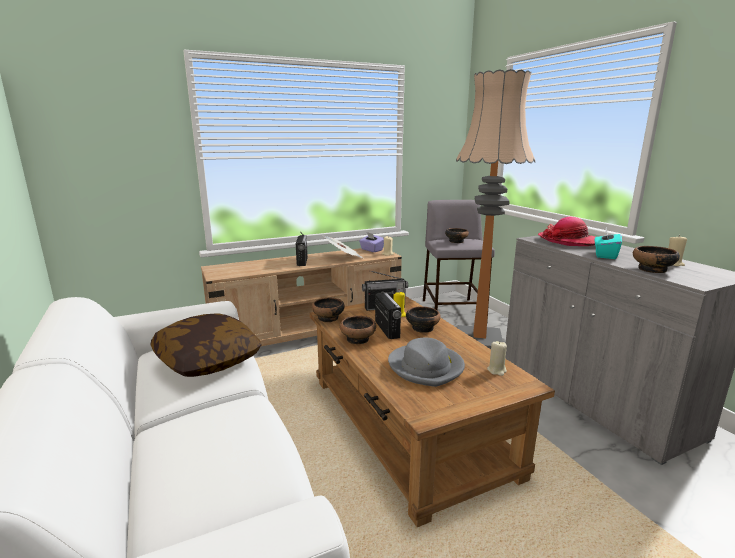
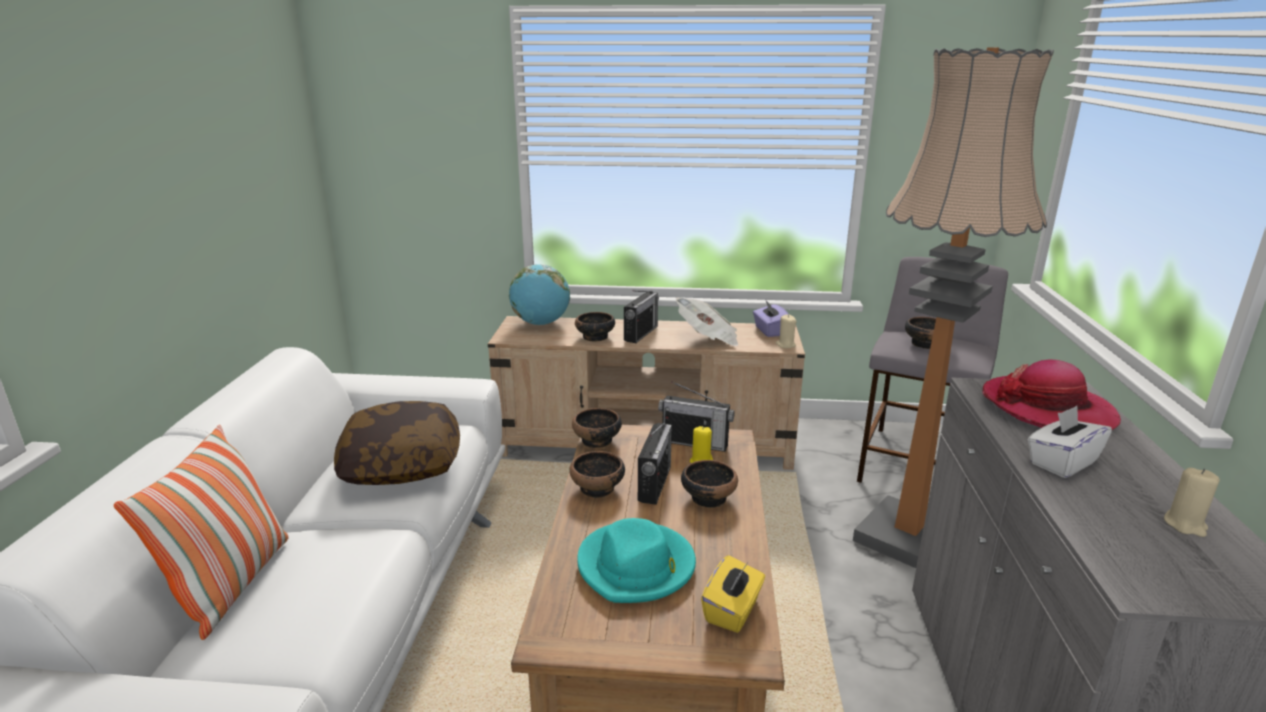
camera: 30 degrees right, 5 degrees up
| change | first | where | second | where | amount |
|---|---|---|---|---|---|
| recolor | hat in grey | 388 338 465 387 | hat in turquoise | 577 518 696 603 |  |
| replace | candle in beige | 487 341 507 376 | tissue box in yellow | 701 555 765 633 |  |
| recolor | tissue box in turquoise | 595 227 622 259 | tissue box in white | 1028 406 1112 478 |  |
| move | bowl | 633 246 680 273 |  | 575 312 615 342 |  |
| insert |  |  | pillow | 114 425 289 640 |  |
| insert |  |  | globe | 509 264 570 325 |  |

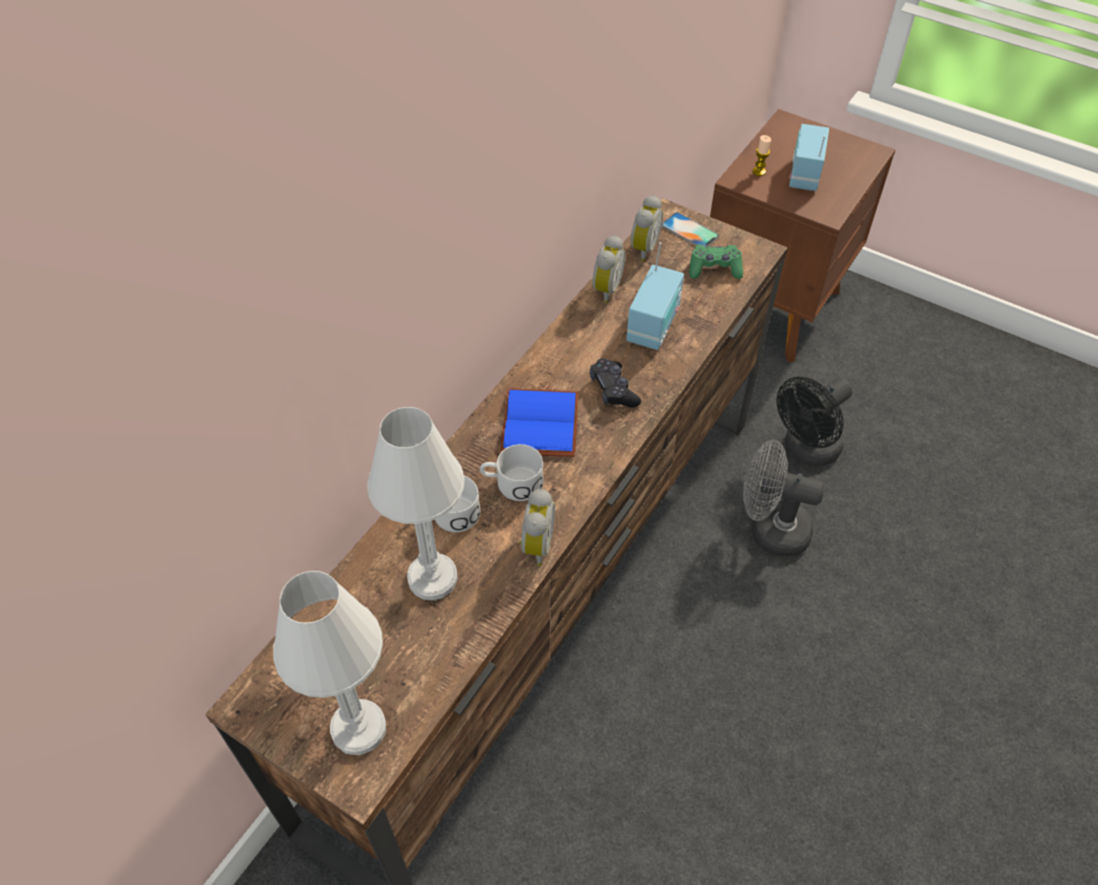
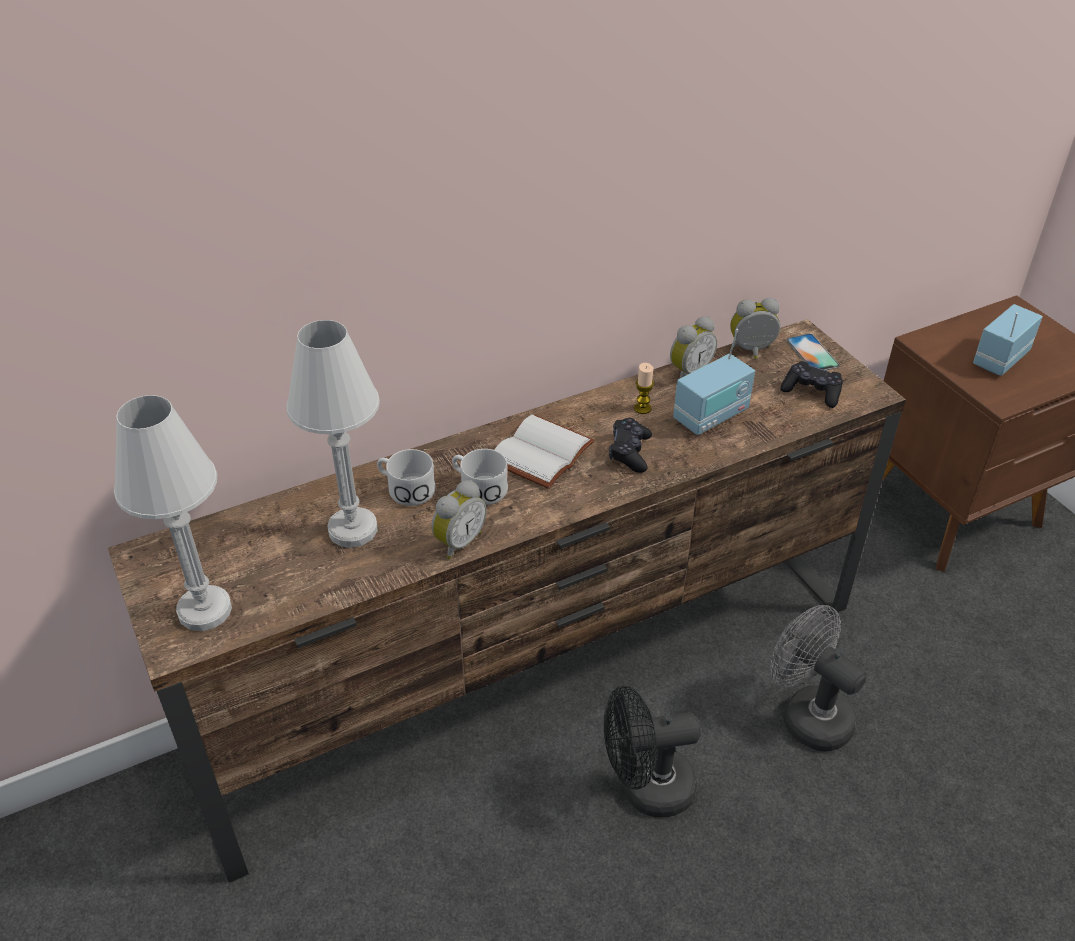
camera: 30 degrees right, 10 degrees down
| change | first | where | second | where | amount |
|---|---|---|---|---|---|
| recolor | book in blue | 501 388 579 457 | book in white | 494 415 595 489 |  |
| rotate | alarm clock | 630 195 663 262 |  | 730 298 780 359 | 150 degrees counterclockwise |
| recolor | game controller in green | 689 245 743 279 | game controller in black | 780 361 843 408 |  |
| move | candle | 753 135 771 176 |  | 634 363 654 414 |  |
| move | fan in black | 776 377 852 467 |  | 604 686 701 817 |  |

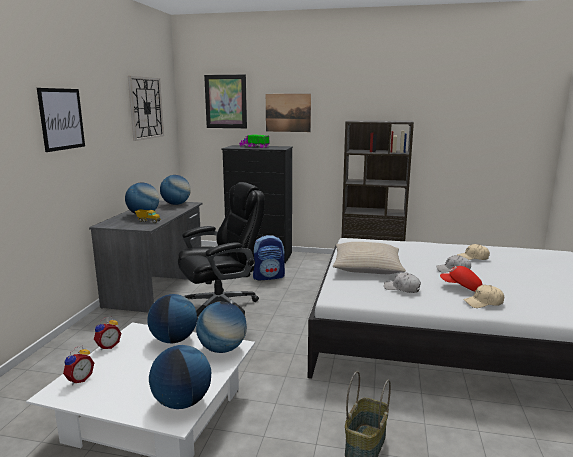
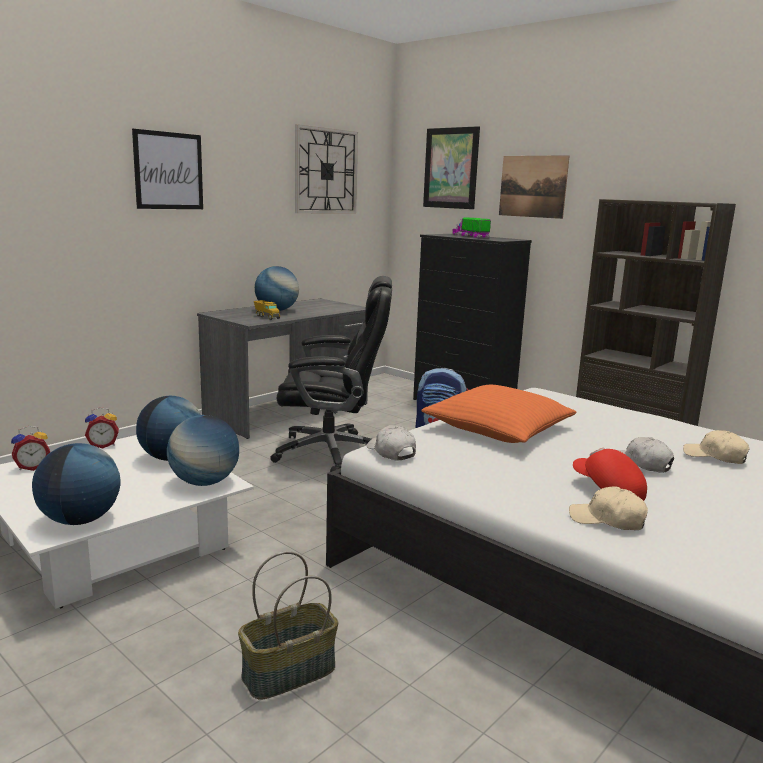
camera: 30 degrees right, 0 degrees up
| change | first | where | second | where | amount |
|---|---|---|---|---|---|
| delete | globe | 160 175 191 205 |  |  |  |
| recolor | pillow in beige | 333 242 406 274 | pillow in orange | 422 385 577 443 |  |
| move | cap in white | 384 273 421 293 |  | 367 425 416 461 |  |

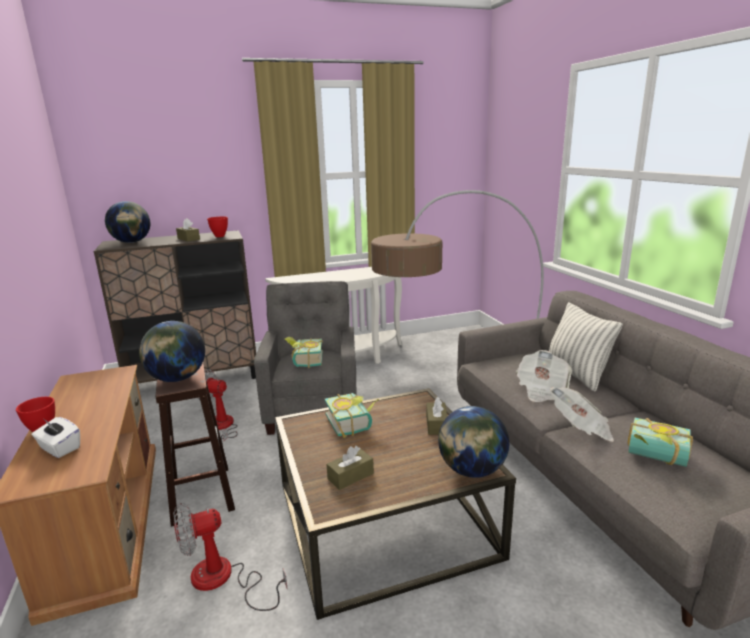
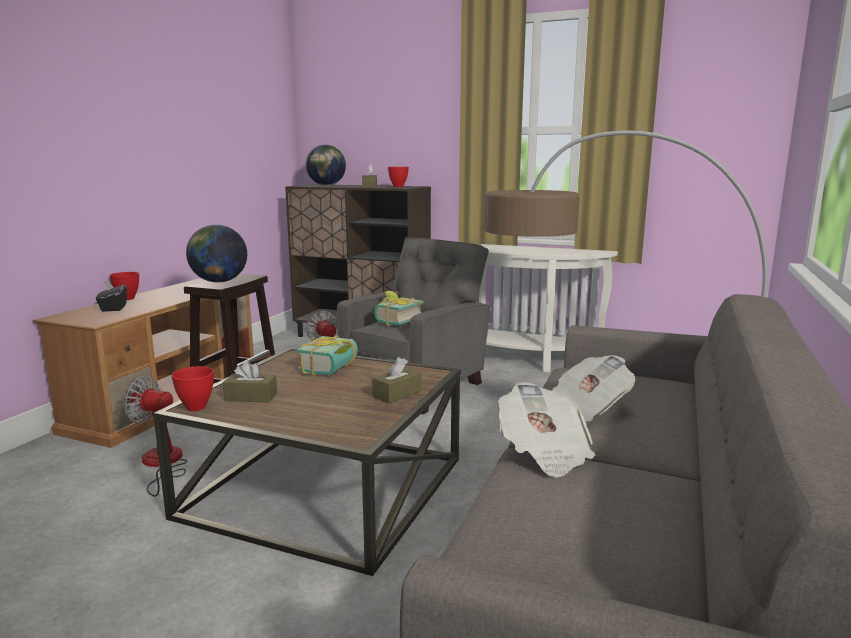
camera: 40 degrees right, 5 degrees down
| change | first | where | second | where | amount |
|---|---|---|---|---|---|
| recolor | tissue box in white | 32 417 80 458 | tissue box in black | 96 280 127 312 |  |
| delete | globe | 438 406 509 478 |  |  |  |
| delete | pillow | 549 302 623 392 |  |  |  |
| delete | book | 627 418 693 467 |  |  |  |
| insert |  |  | bowl in red | 172 366 214 411 |  |

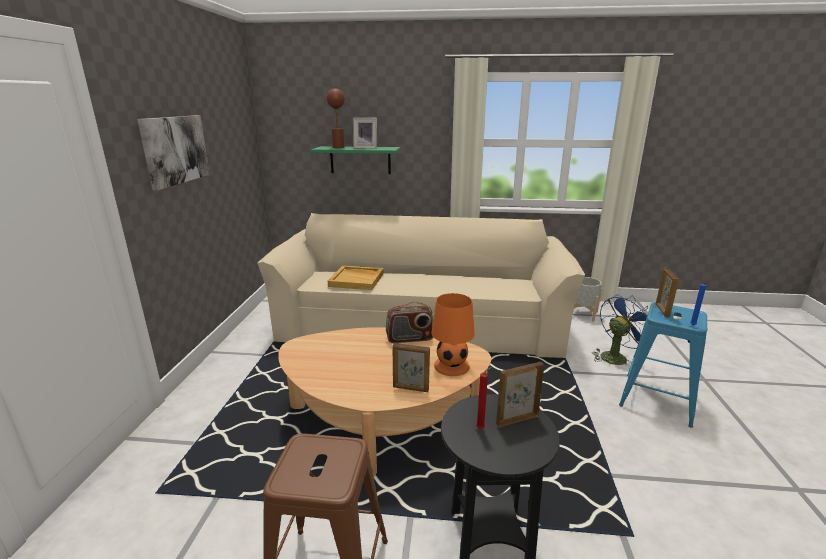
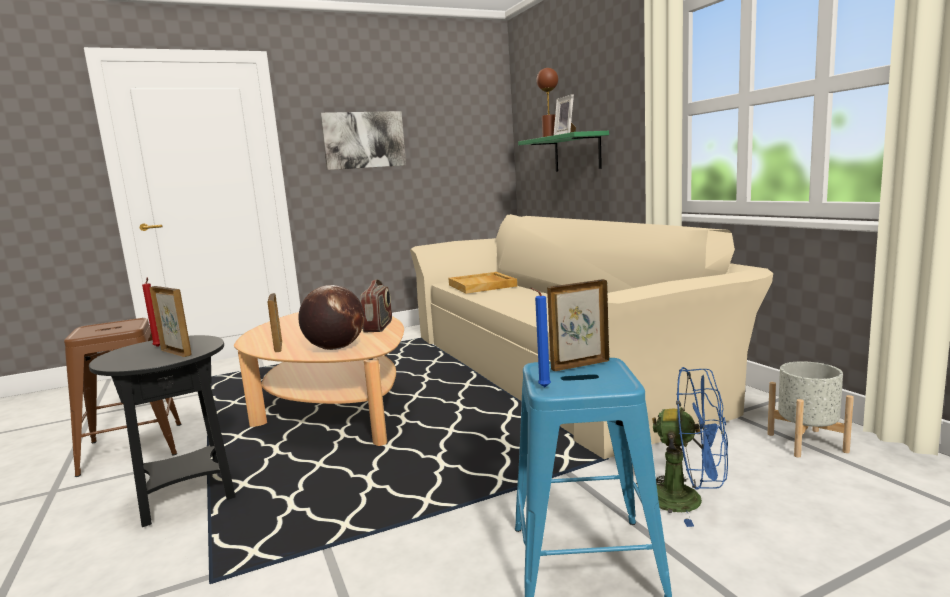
camera: 60 degrees right, 10 degrees down
| change | first | where | second | where | amount |
|---|---|---|---|---|---|
| rotate | radio | 386 302 433 343 |  | 360 279 392 333 | 135 degrees counterclockwise |
| replace | table lamp in orange | 431 293 475 376 | globe | 299 285 364 350 |  |

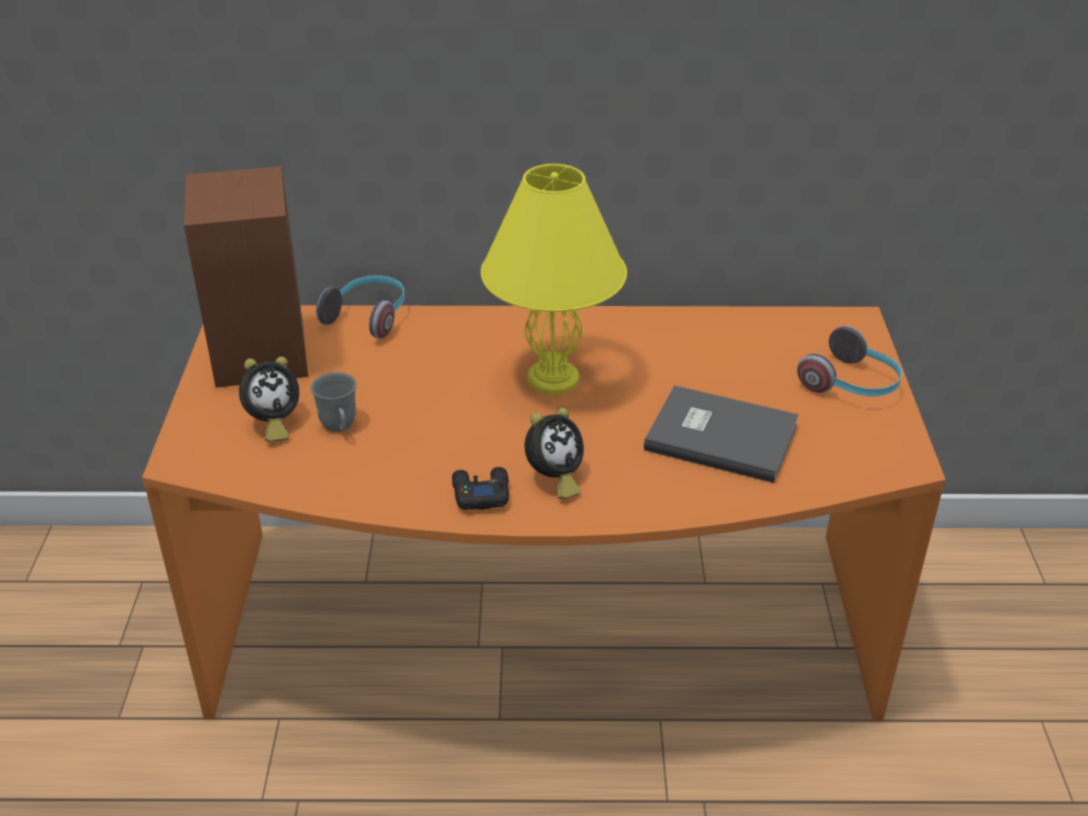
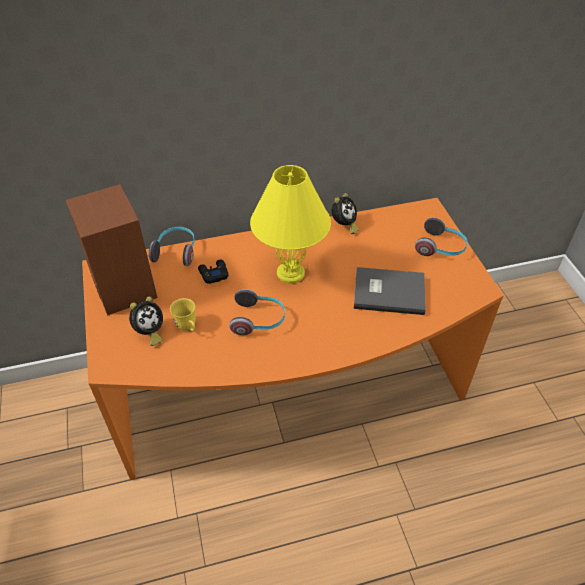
camera: 15 degrees left, 10 degrees up
| change | first | where | second | where | amount |
|---|---|---|---|---|---|
| recolor | mug in grey | 310 372 357 432 | mug in yellow | 170 298 196 332 |  |
| move | game controller in black | 452 467 509 510 |  | 198 260 228 284 |  |
| move | alarm clock | 525 408 584 499 |  | 332 193 359 234 |  |
| insert |  |  | headphones | 229 289 285 335 |  |

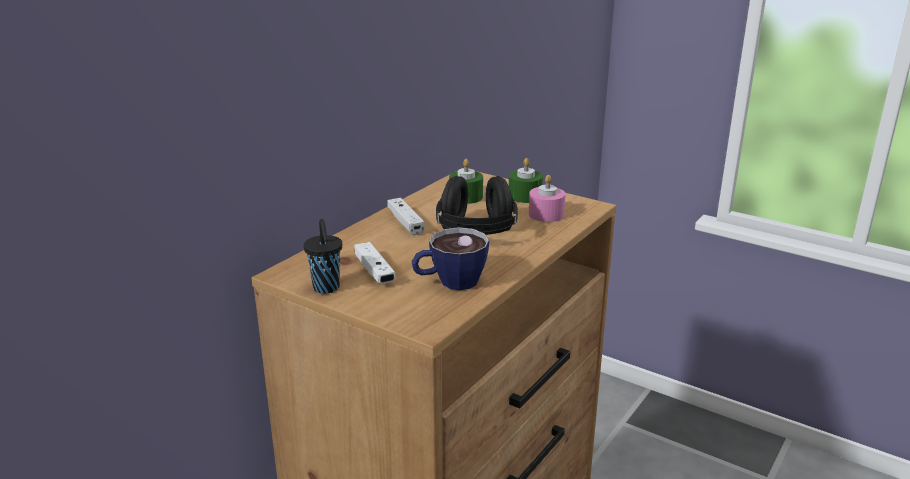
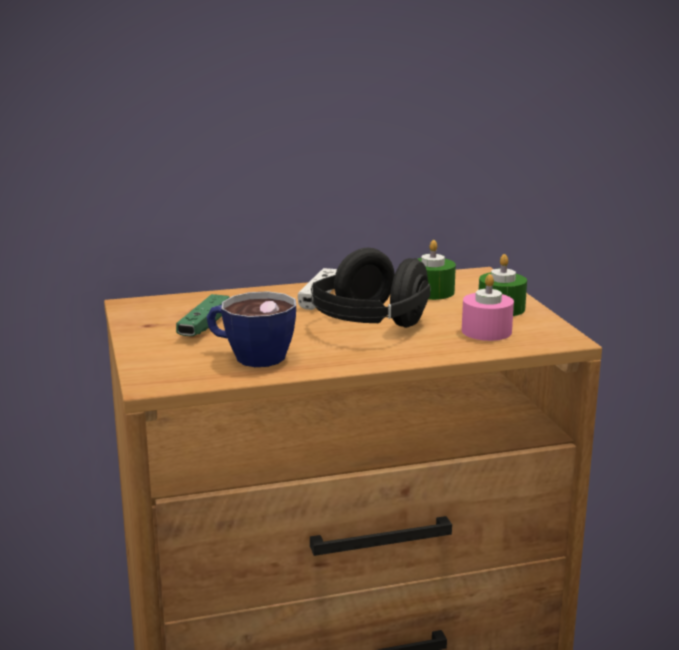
camera: 40 degrees right, 5 degrees down
| change | first | where | second | where | amount |
|---|---|---|---|---|---|
| delete | cup in black | 304 219 342 294 |  |  |  |
| recolor | game controller in white | 354 242 396 284 | game controller in green | 176 294 230 336 |  |

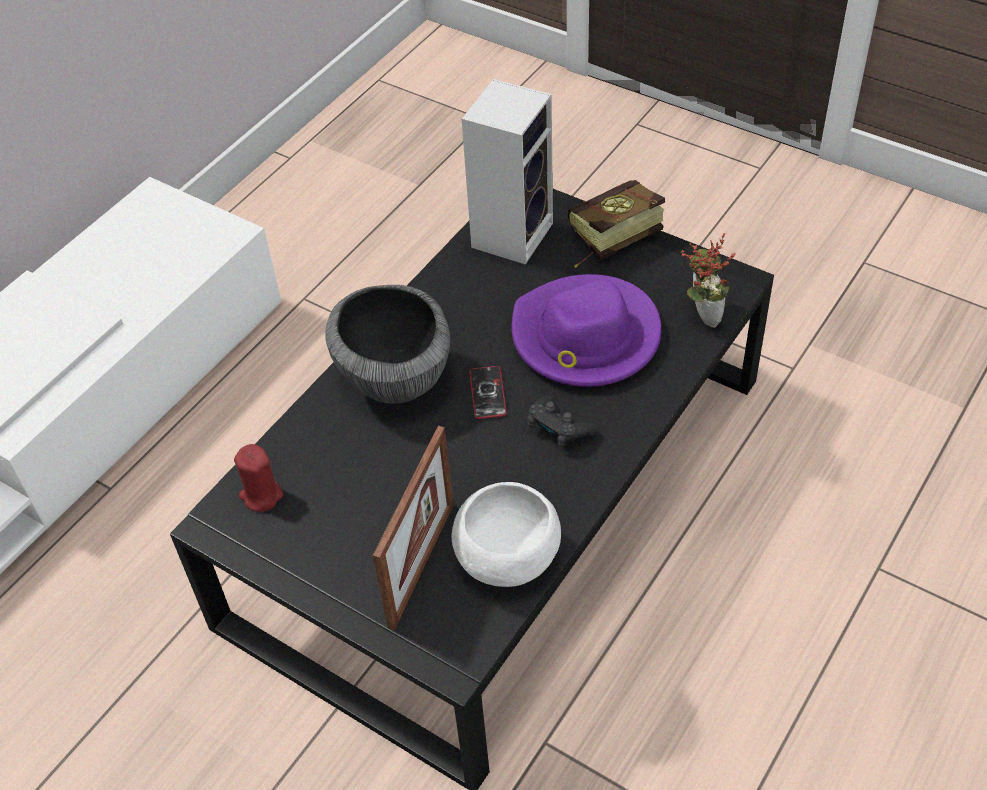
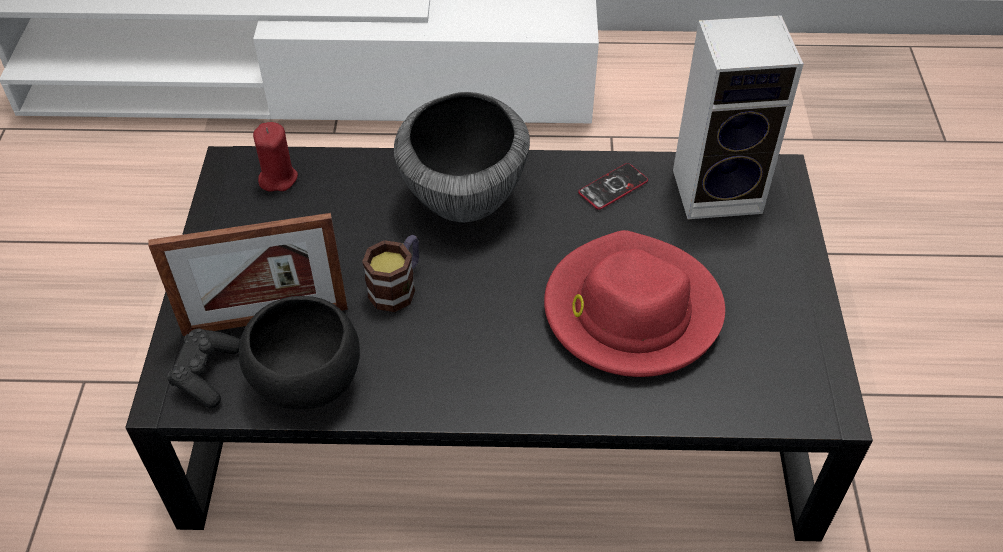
camera: 55 degrees right, 0 degrees up
| change | first | where | second | where | amount |
|---|---|---|---|---|---|
| recolor | bowl in white | 451 482 561 587 | bowl in black | 239 296 360 410 |  |
| move | phone | 469 366 507 419 |  | 578 163 648 210 |  |
| recolor | hat in purple | 512 274 661 387 | hat in red | 544 230 725 377 |  |
| move | game controller in black | 527 396 598 449 |  | 167 329 240 408 |  |
| delete | book | 568 180 665 268 |  |  |  |
| delete | potted plant | 680 233 735 328 |  |  |  |
| insert |  |  | mug | 362 235 419 312 |  |

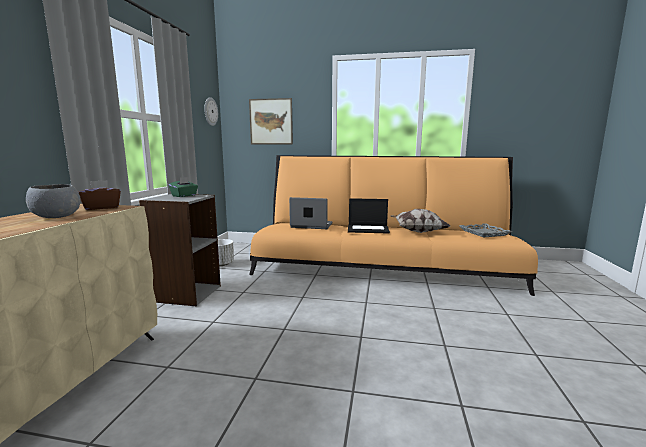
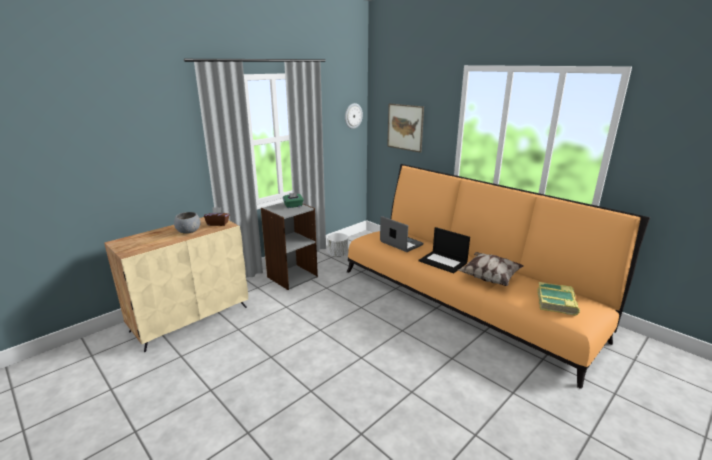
camera: 35 degrees right, 10 degrees up
| change | first | where | second | where | amount |
|---|---|---|---|---|---|
| replace | tray in grey | 460 223 512 237 | book | 537 282 580 316 |  |

